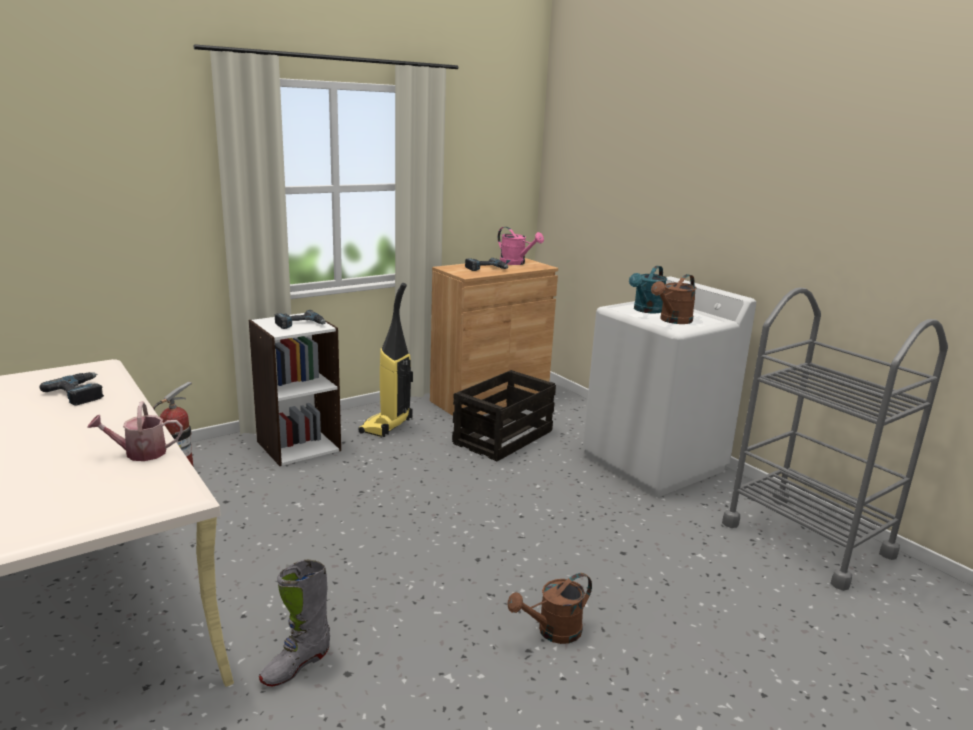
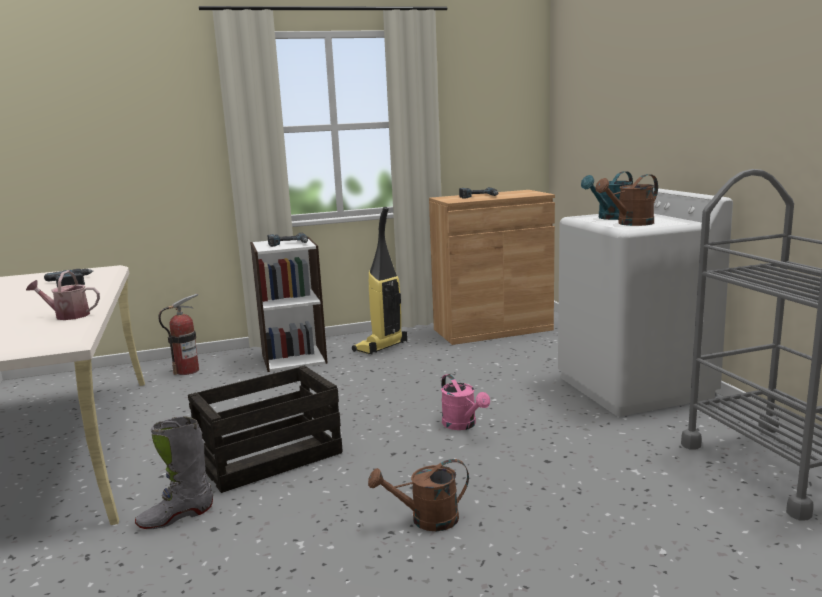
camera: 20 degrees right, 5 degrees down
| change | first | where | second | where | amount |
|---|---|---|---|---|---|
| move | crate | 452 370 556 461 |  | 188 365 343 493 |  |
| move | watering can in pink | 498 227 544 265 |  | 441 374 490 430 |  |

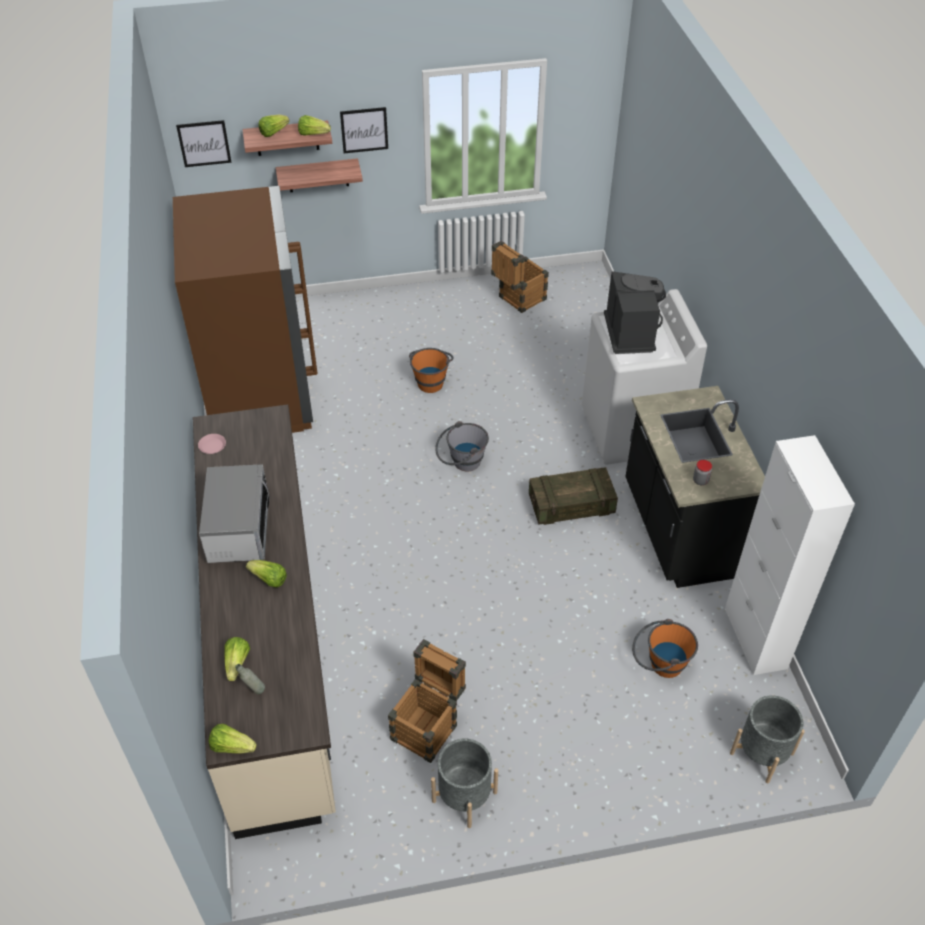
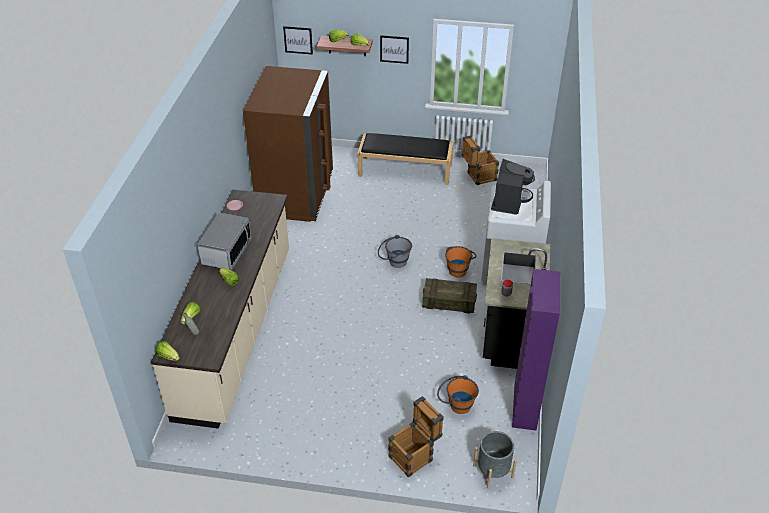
camera: 20 degrees right, 5 degrees down
| change | first | where | second | where | amount |
|---|---|---|---|---|---|
| delete | shelf | 276 158 363 192 |  |  |  |
| move | crate | 388 639 466 763 |  | 388 396 444 477 |  |
| move | bucket in orange | 409 348 453 393 |  | 445 246 477 277 |  |
| delete | planter in grey | 431 738 498 828 |  |  |  |
| recolor | cabinet in white | 725 435 855 675 | cabinet in purple | 512 269 560 430 |  |
| insert |  |  | bench in black | 357 133 453 185 |  |

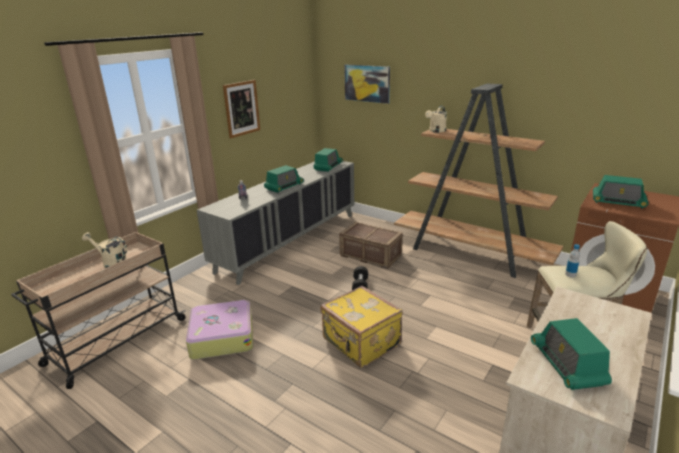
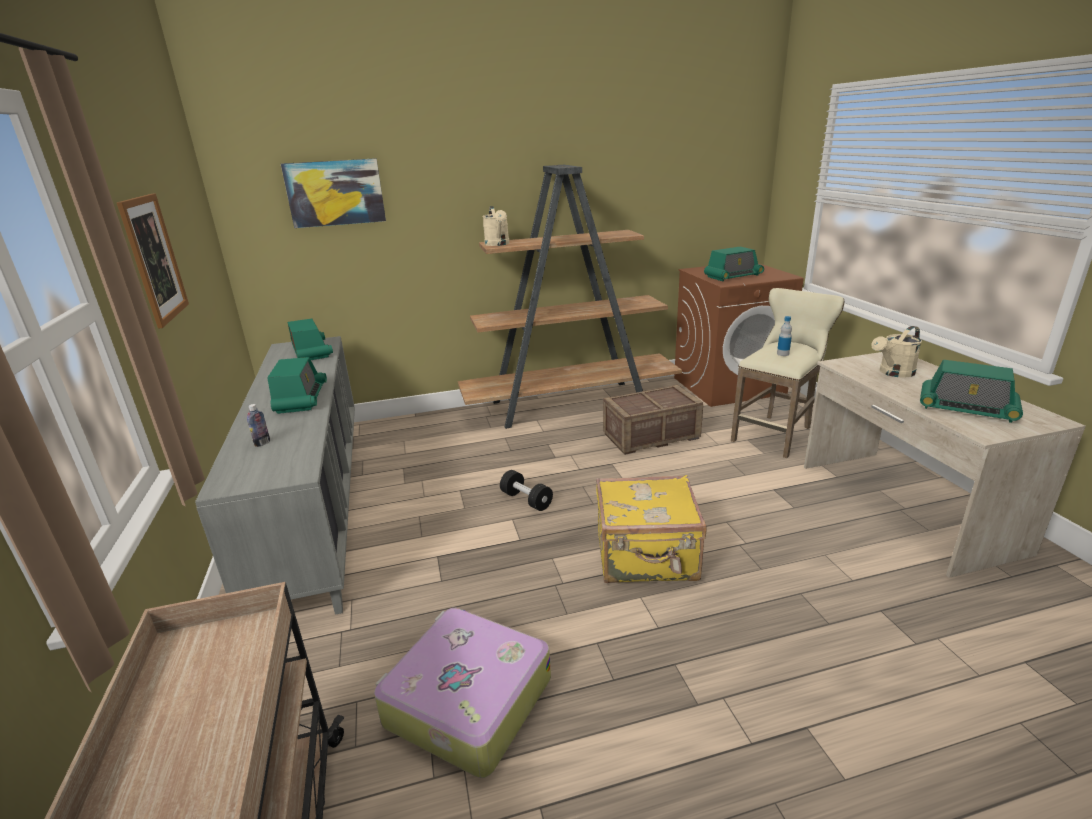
camera: 50 degrees left, 0 degrees up
| change | first | where | second | where | amount |
|---|---|---|---|---|---|
| move | watering can in beige | 82 232 127 268 |  | 871 326 922 378 |  |
| move | crate | 339 222 403 269 |  | 603 385 703 455 |  |

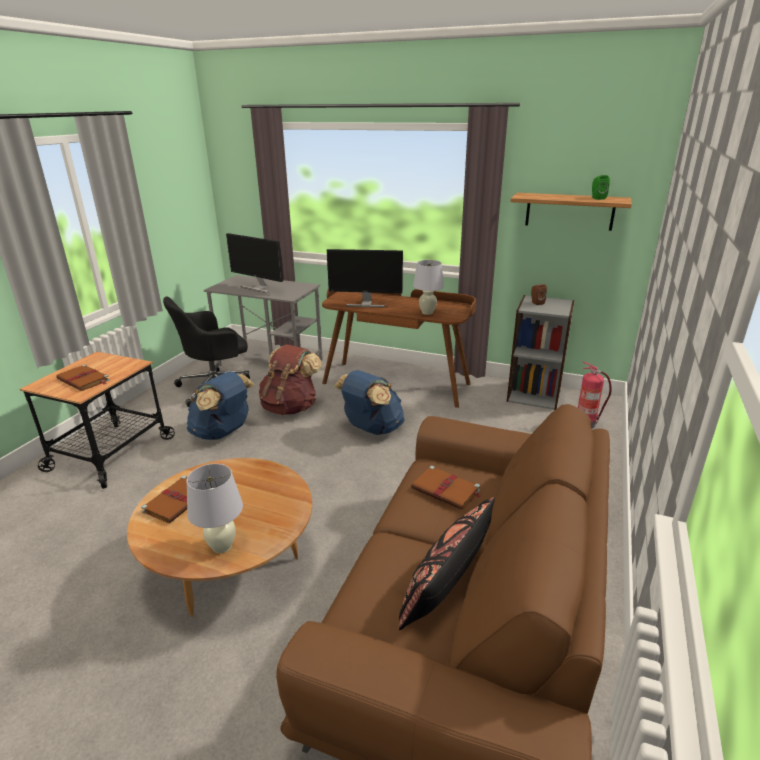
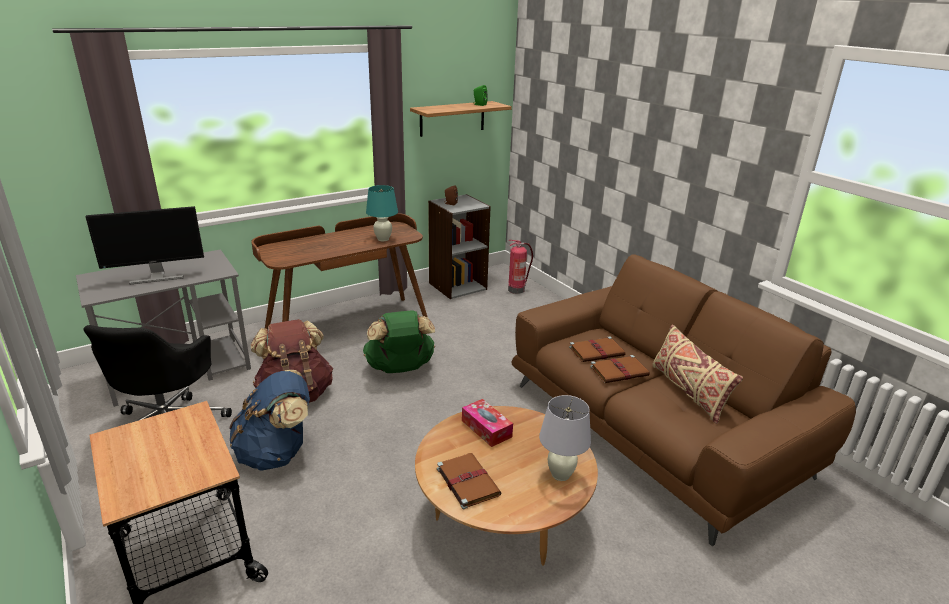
camera: 55 degrees left, 0 degrees up
| change | first | where | second | where | amount |
|---|---|---|---|---|---|
| move | book in brown | 56 364 110 391 |  | 590 355 650 383 |  |
| delete | monitor | 327 249 403 308 |  |  |  |
| recolor | backpack in blue | 333 370 405 435 | backpack in green | 363 310 435 373 |  |
| recolor | pillow in black | 398 497 495 630 | pillow in beige | 652 325 743 424 |  |
| recolor | table lamp in white | 413 260 444 315 | table lamp in turquoise | 366 185 398 241 |  |
| insert |  |  | tissue box | 462 399 513 447 |  |

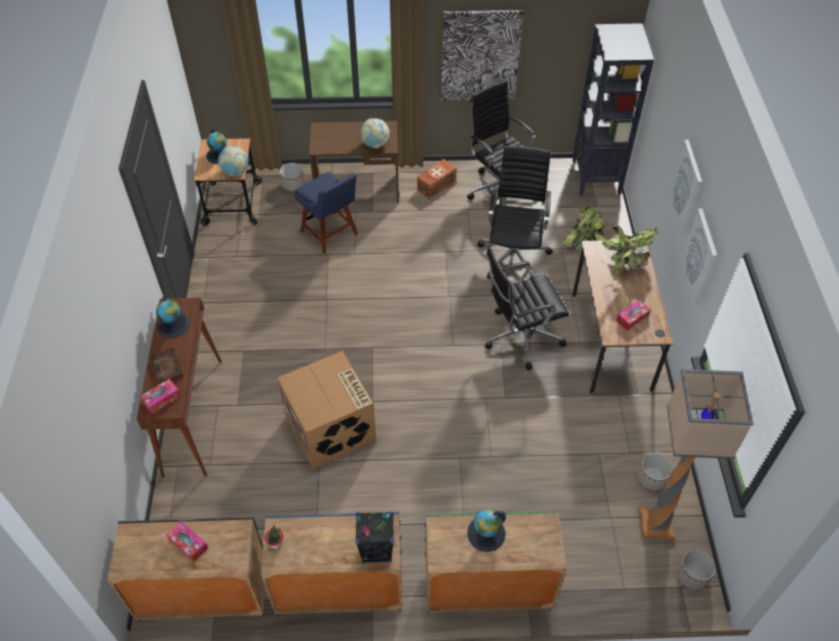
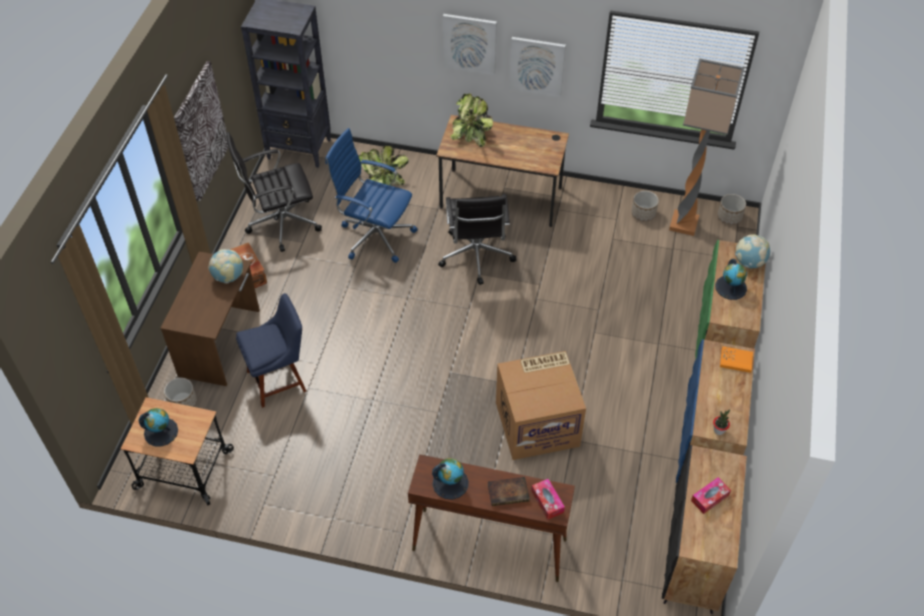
camera: 75 degrees left, 0 degrees up
| change | first | where | second | where | amount |
|---|---|---|---|---|---|
| move | globe | 218 146 248 176 |  | 735 234 770 268 |  |
| replace | speaker in black | 355 512 394 563 | book in orange | 720 346 753 373 |  |
| recolor | office chair in black | 478 146 553 279 | office chair in blue | 325 128 418 263 |  |
| delete | tissue box | 616 300 651 331 |  |  |  |

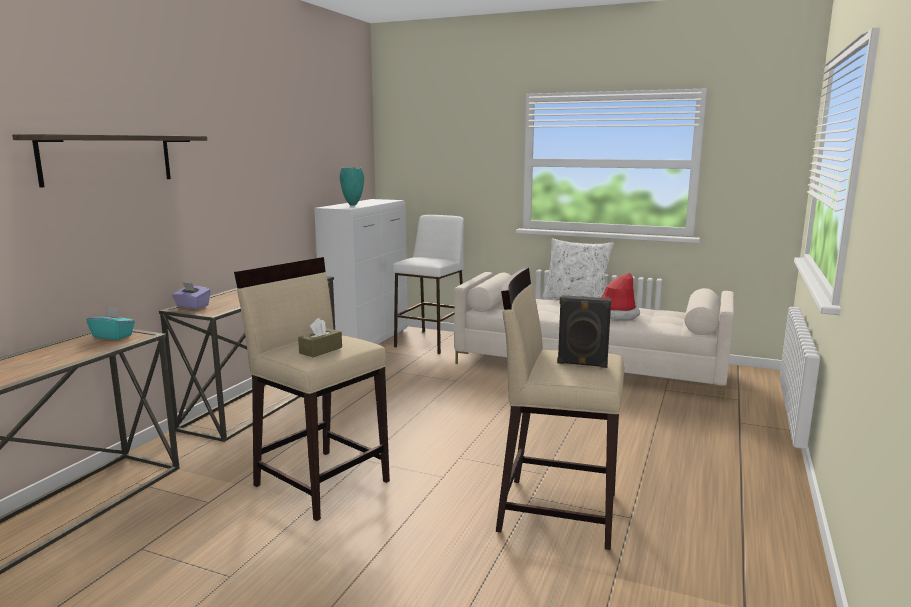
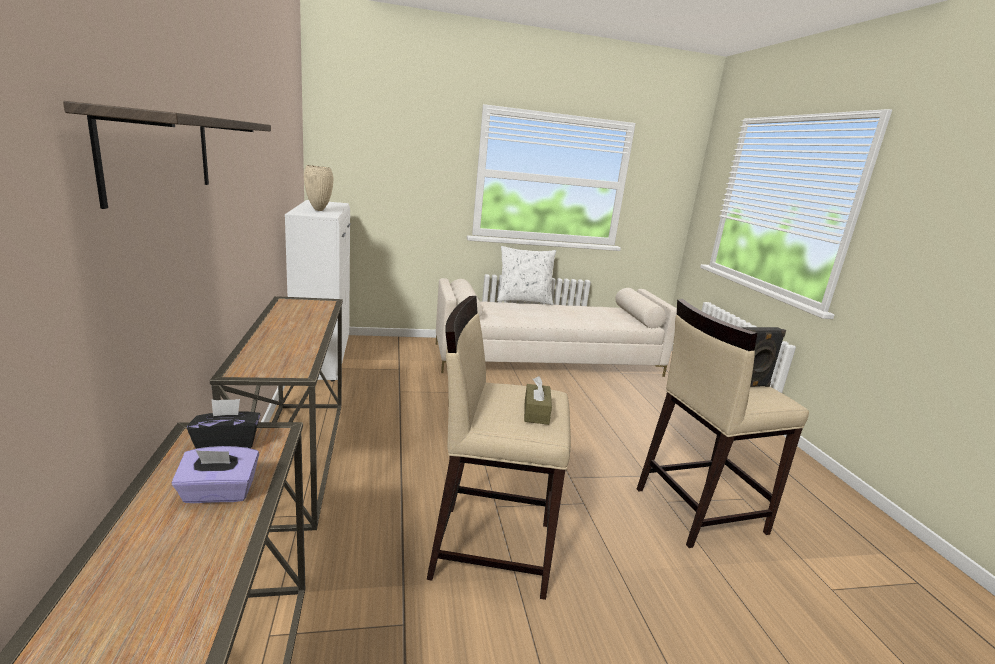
camera: 35 degrees left, 5 degrees up
| change | first | where | second | where | amount |
|---|---|---|---|---|---|
| recolor | tissue box in turquoise | 86 307 135 340 | tissue box in black | 187 399 260 449 |  |
| move | tissue box in purple | 172 282 210 309 |  | 172 446 259 503 |  |
| recolor | vase in turquoise | 340 167 364 205 | vase in beige | 304 165 333 211 |  |
| delete | stool in white | 393 215 464 354 |  |  |  |
| delete | hat | 600 273 640 321 |  |  |  |

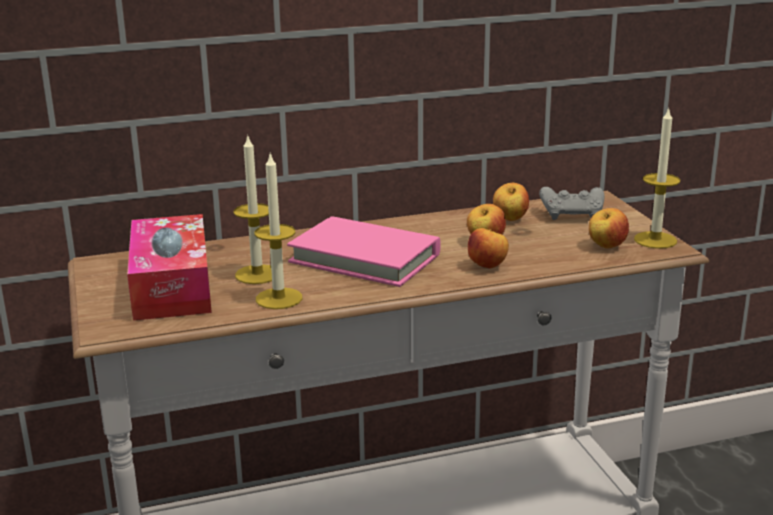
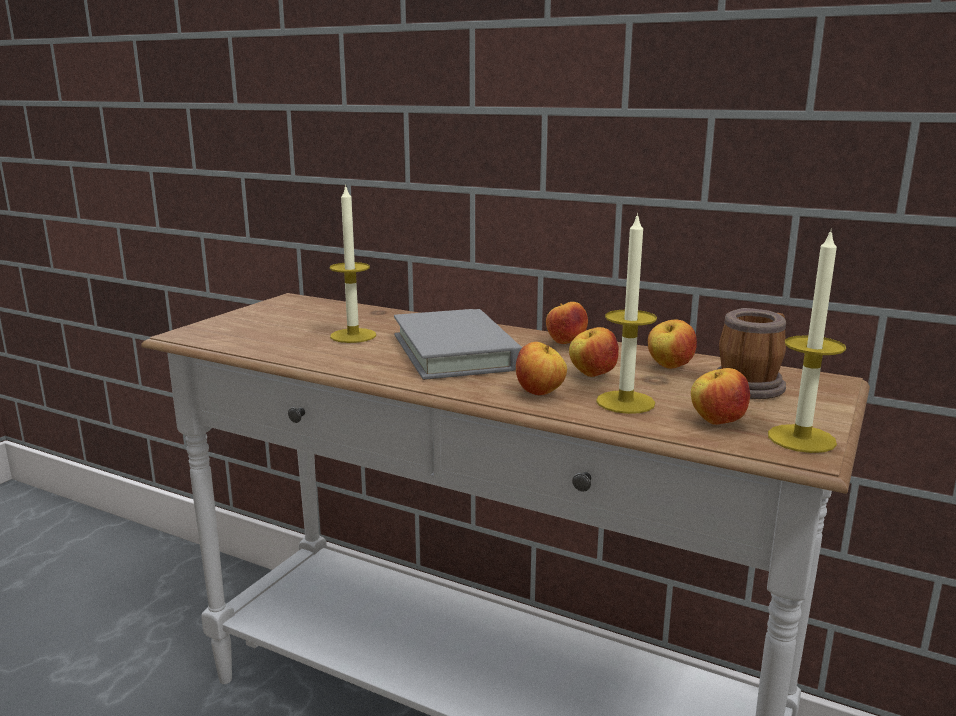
camera: 45 degrees right, 5 degrees down
| change | first | where | second | where | amount |
|---|---|---|---|---|---|
| delete | tissue box | 127 214 212 321 |  |  |  |
| move | candle | 255 154 302 309 |  | 596 212 657 414 |  |
| recolor | book in pink | 287 216 441 287 | book in grey | 394 309 522 380 |  |
| replace | game controller in grey | 539 187 605 220 | mug | 716 308 786 399 |  |
| insert |  |  | apple | 546 302 588 344 |  |

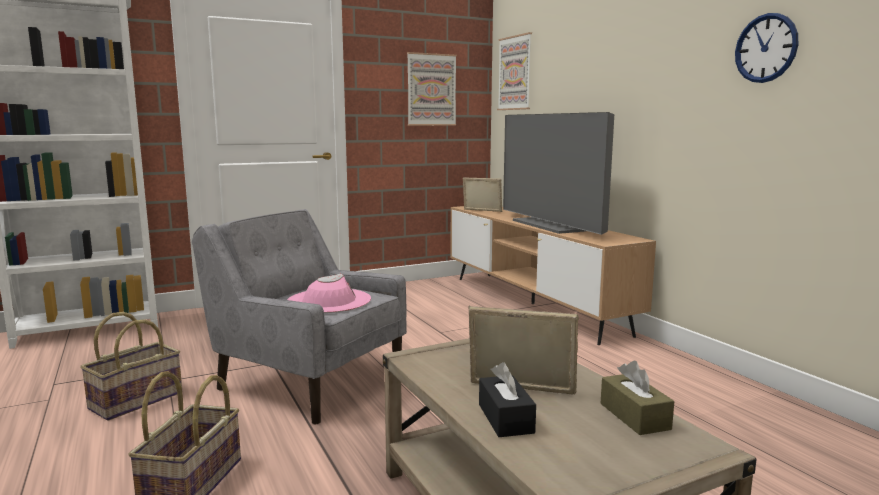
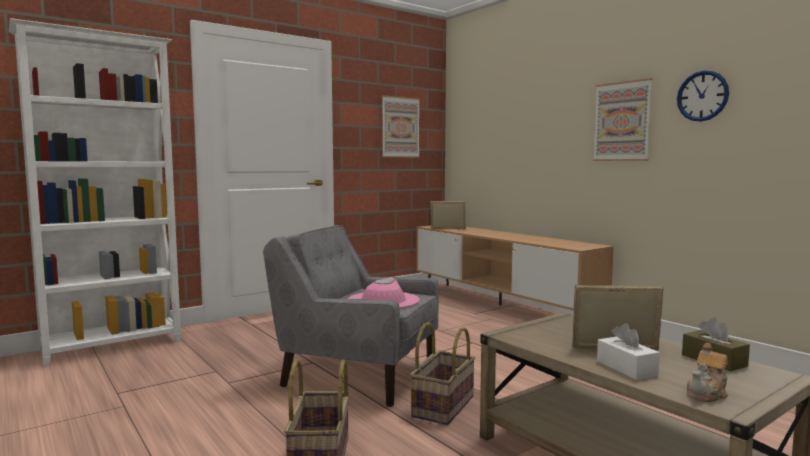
camera: 10 degrees left, 5 degrees down
| change | first | where | second | where | amount |
|---|---|---|---|---|---|
| move | basket | 80 312 182 421 |  | 410 322 475 425 |  |
| recolor | tissue box in black | 479 362 536 437 | tissue box in white | 597 323 660 380 |  |
| move | picture | 497 32 532 110 |  | 593 78 652 161 |  |
| delete | television | 503 112 614 235 |  |  |  |
| insert |  |  | teapot | 686 343 728 402 |  |

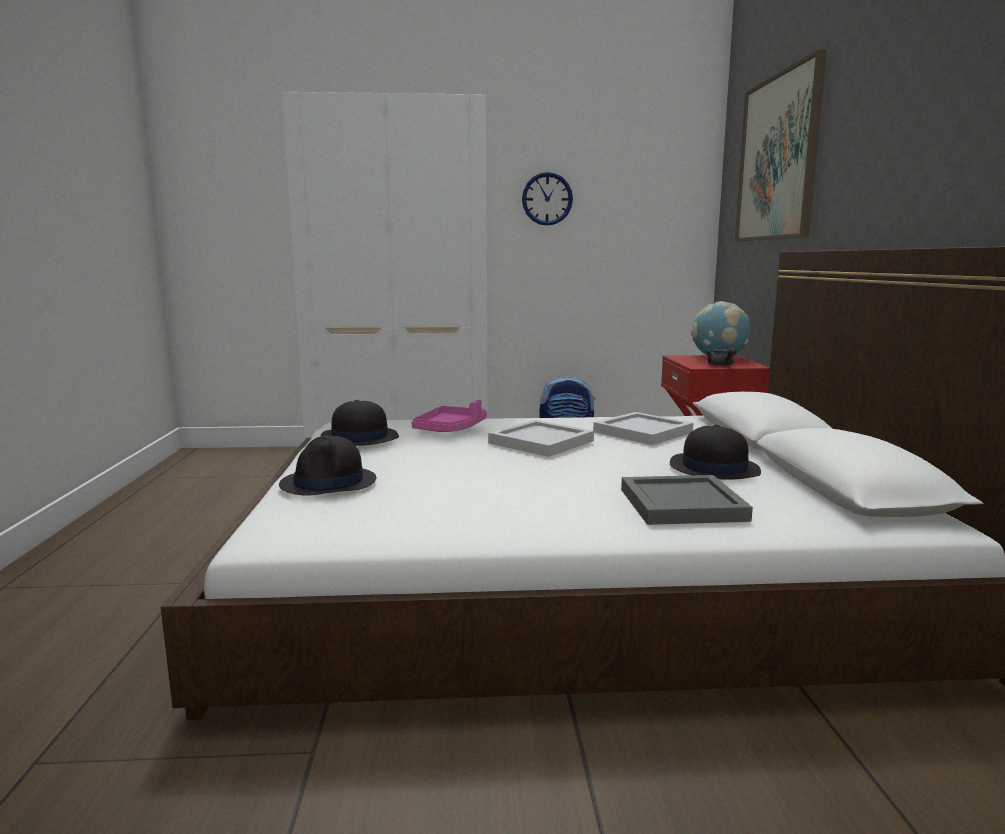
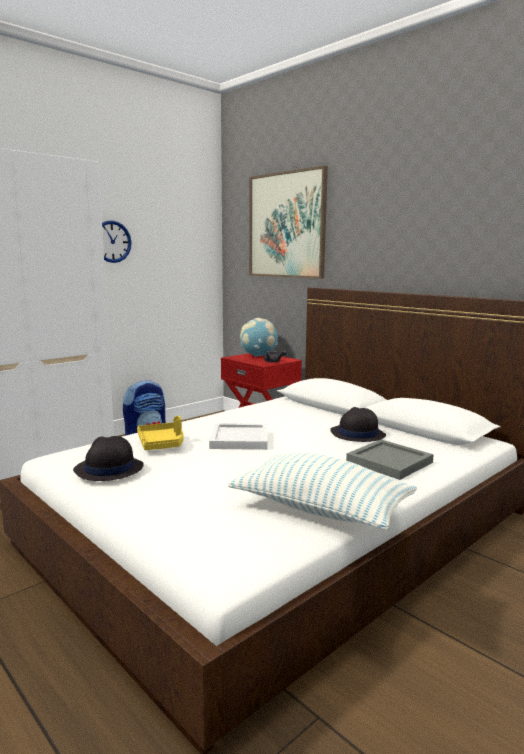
camera: 40 degrees left, 0 degrees up
| change | first | where | second | where | amount |
|---|---|---|---|---|---|
| delete | hat in black | 279 436 376 496 |  |  |  |
| recolor | tray in pink | 412 400 487 432 | tray in yellow | 137 416 184 450 |  |
| delete | tray in white | 593 412 693 445 |  |  |  |
| insert |  |  | pillow | 228 452 417 530 |  |

